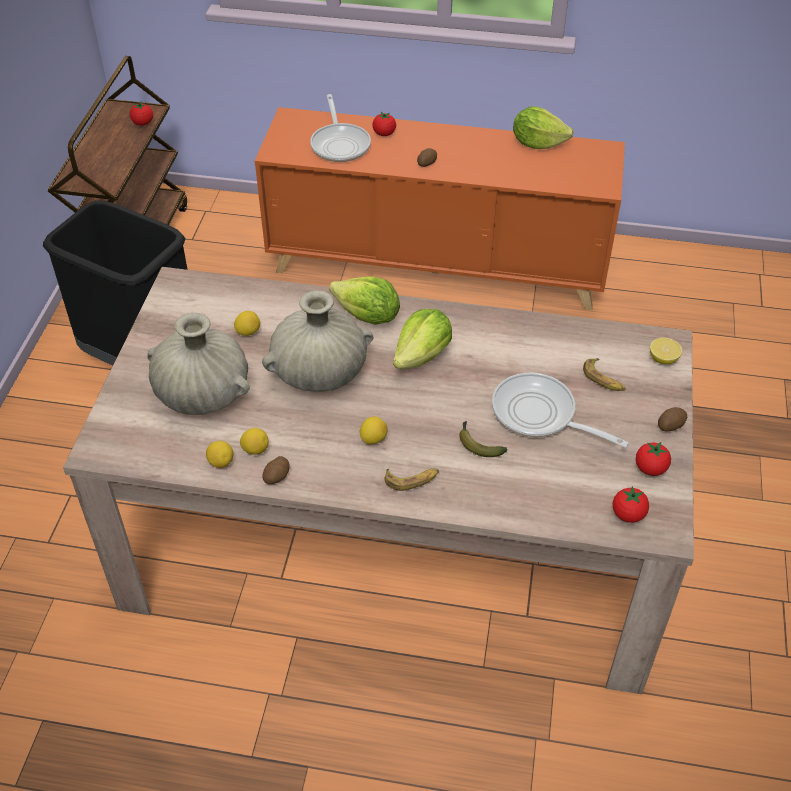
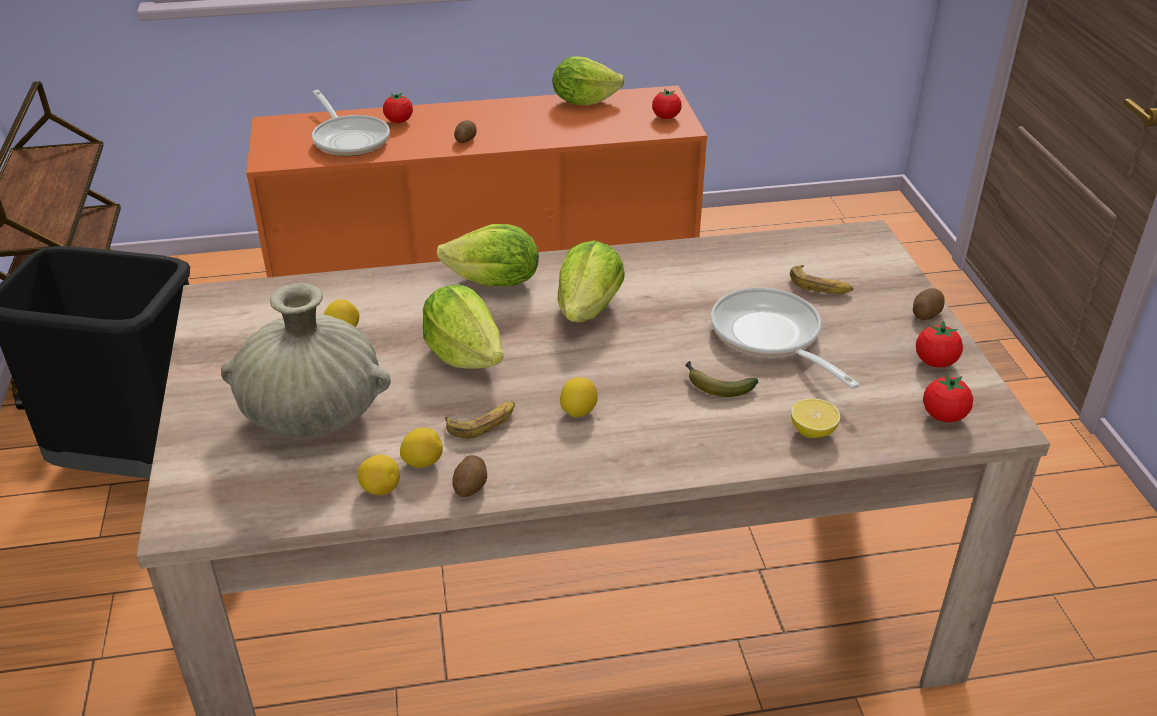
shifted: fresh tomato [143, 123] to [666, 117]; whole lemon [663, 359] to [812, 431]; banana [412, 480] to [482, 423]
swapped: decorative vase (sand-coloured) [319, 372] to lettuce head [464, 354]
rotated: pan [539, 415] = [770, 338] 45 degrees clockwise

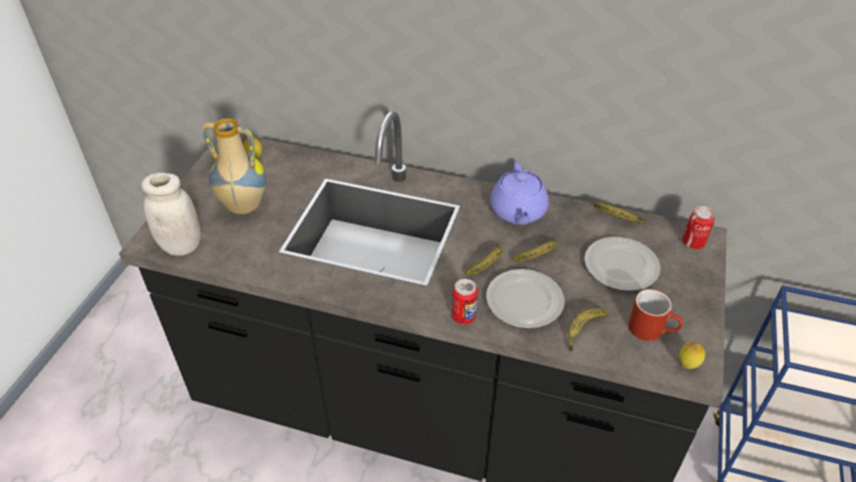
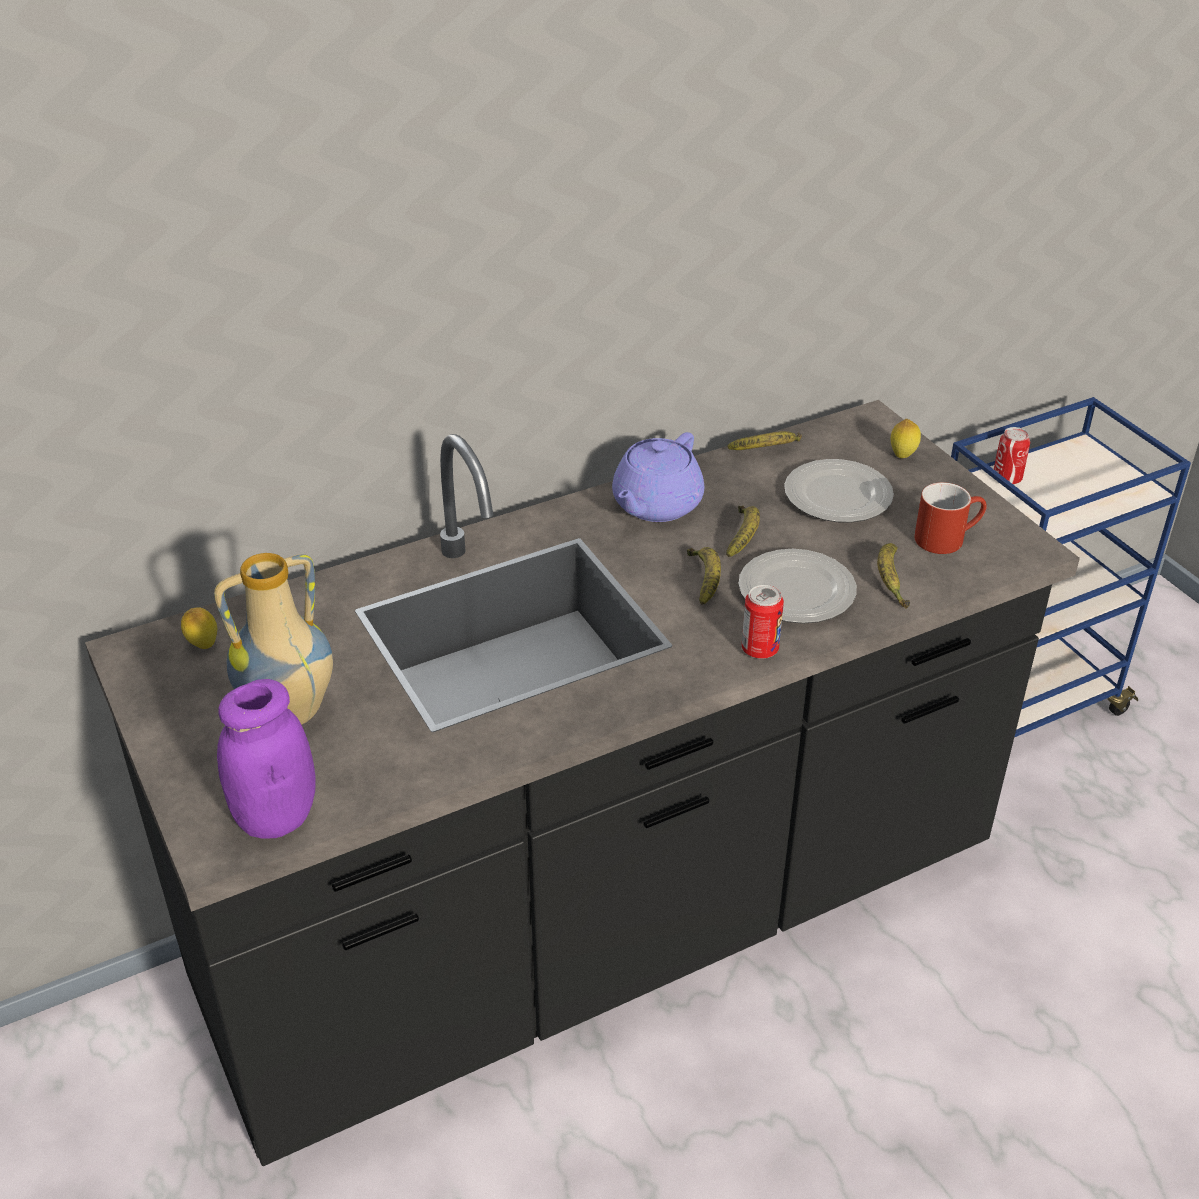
shifted: can [693, 242] to [1007, 478]; whole lemon [687, 365] to [902, 455]
repainted: jar (whitish) [181, 246] to jar (purple-coloured) [276, 818]
rotated: pot for tea (purple-coloured) [518, 212] = [656, 505] 75 degrees clockwise

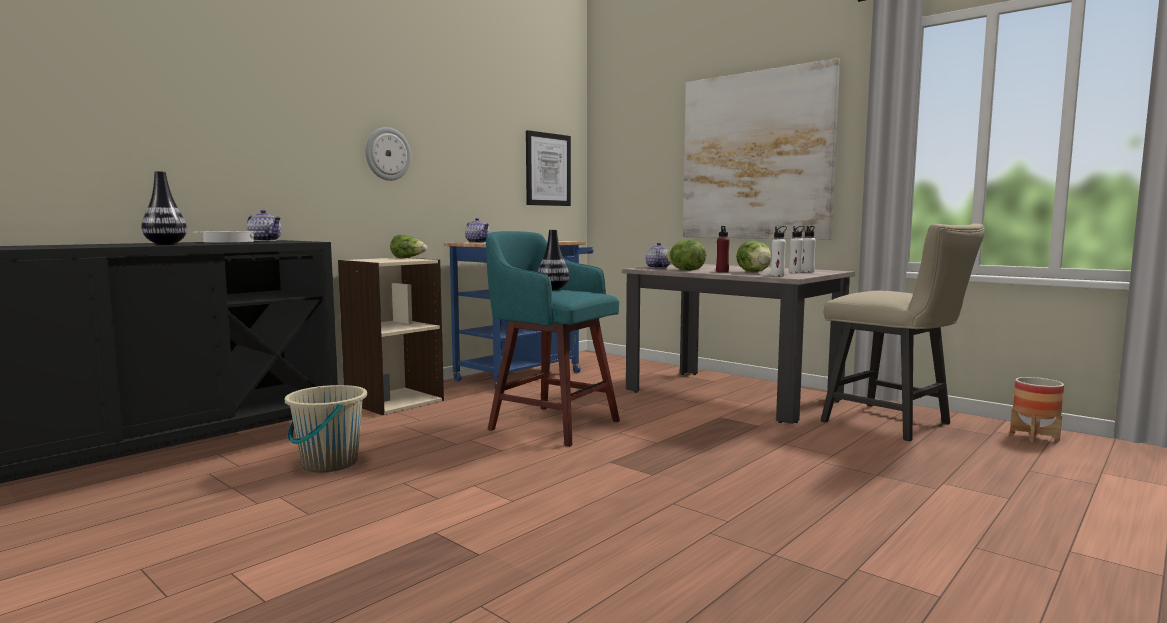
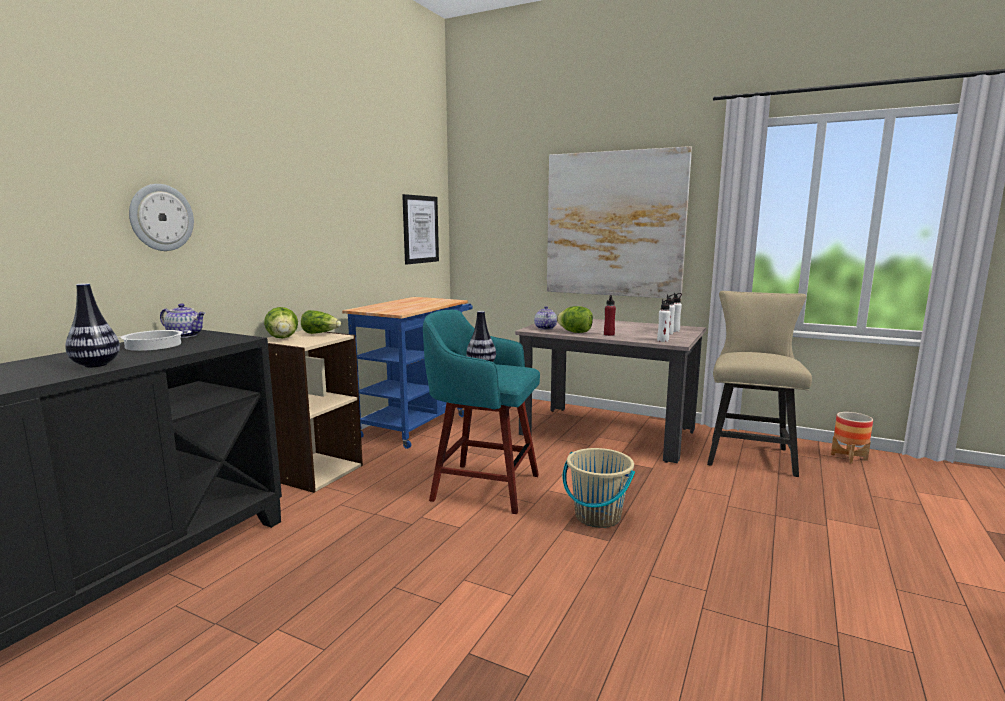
gone: pot for tea [478, 242]
shifted: wall clock [387, 154] to [161, 217]; lettuce head [754, 272] to [282, 338]; bucket (sand-coloured) [329, 463] to [597, 517]
rotated: upright chair (sand-coloured) [895, 424] = [749, 454] 105 degrees counterclockwise

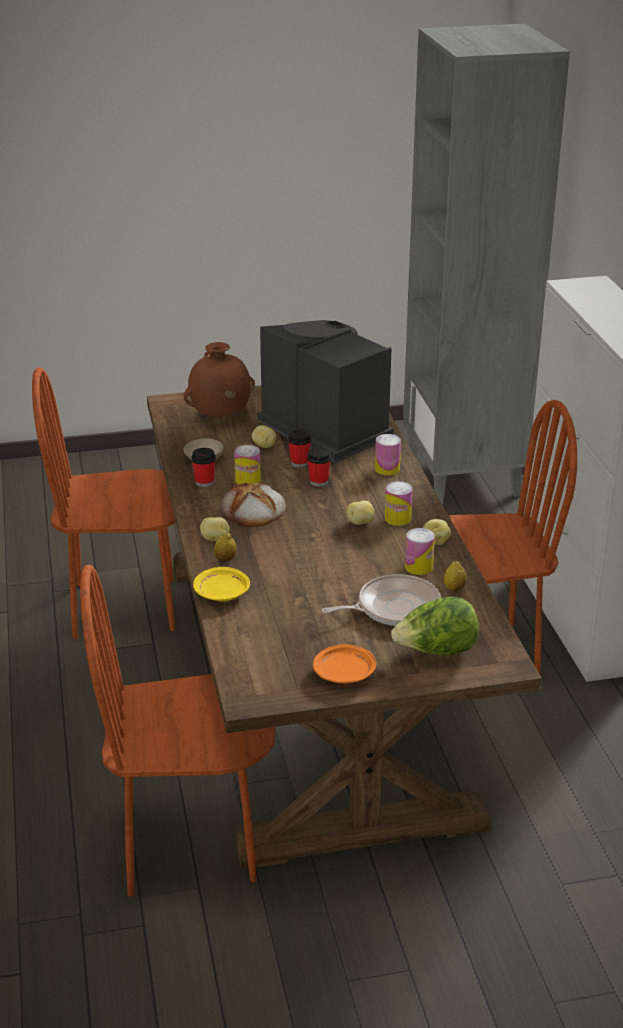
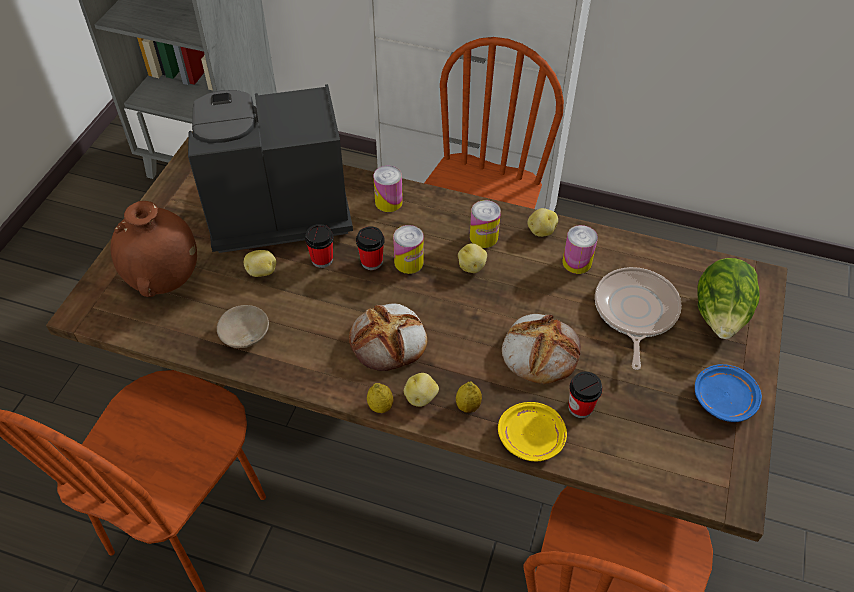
new: bakery bread [539, 351]
shifted: can [247, 480] to [408, 262]; small cup [204, 482] to [580, 407]; whole lemon [454, 589] to [380, 406]
repainted: flat dish (orangey) [345, 673] to flat dish (blue-coloured) [724, 398]

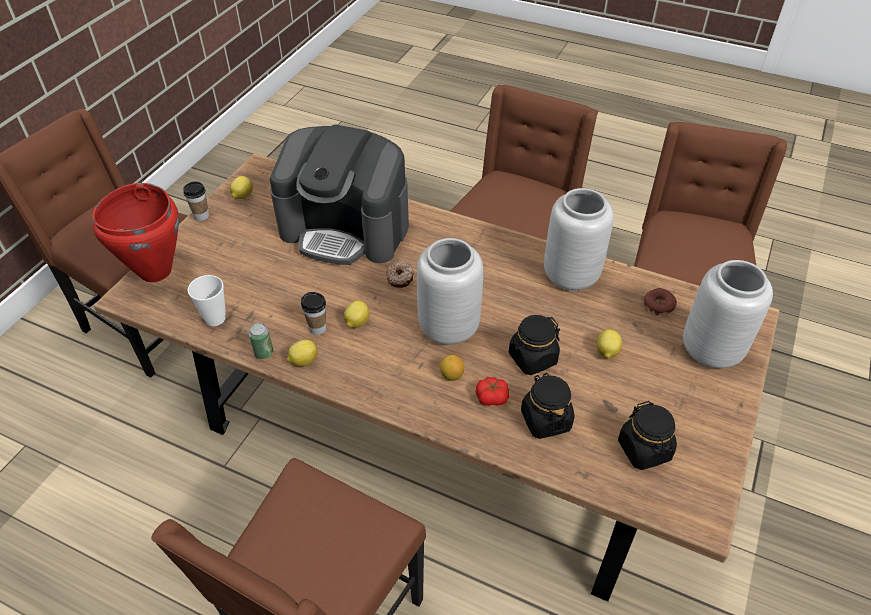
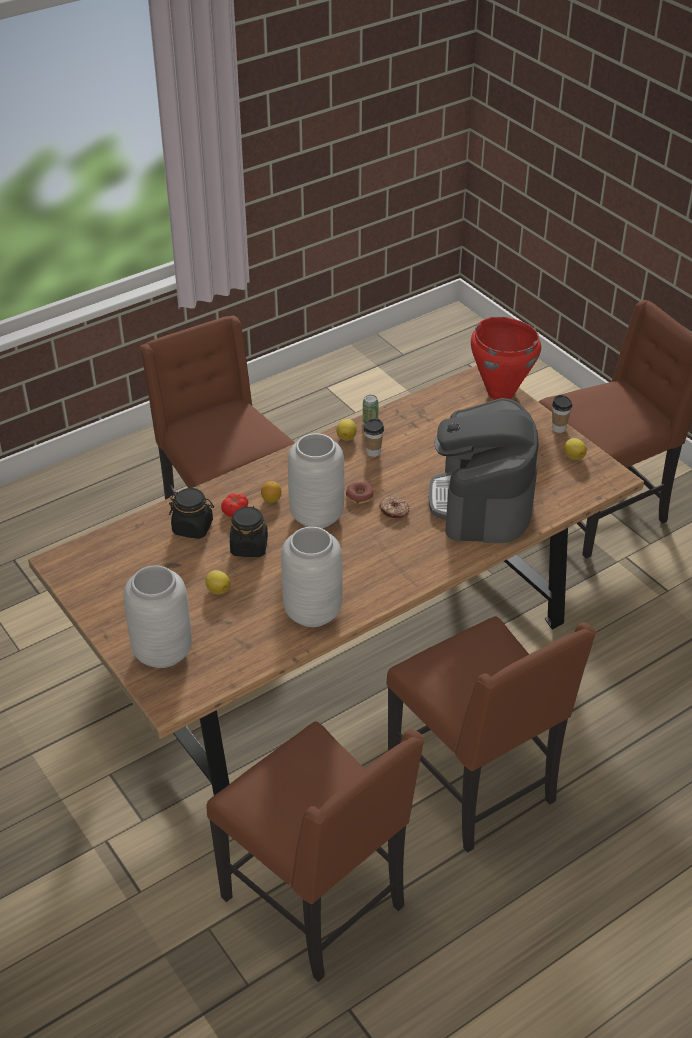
gone: small cup [215, 318]; whole lemon [357, 322]; jar (black-coloured) [644, 450]
shifted: ring doughnut [659, 305] to [359, 496]
rotated: coffee brewer [346, 228] = [482, 502] 45 degrees counterclockwise

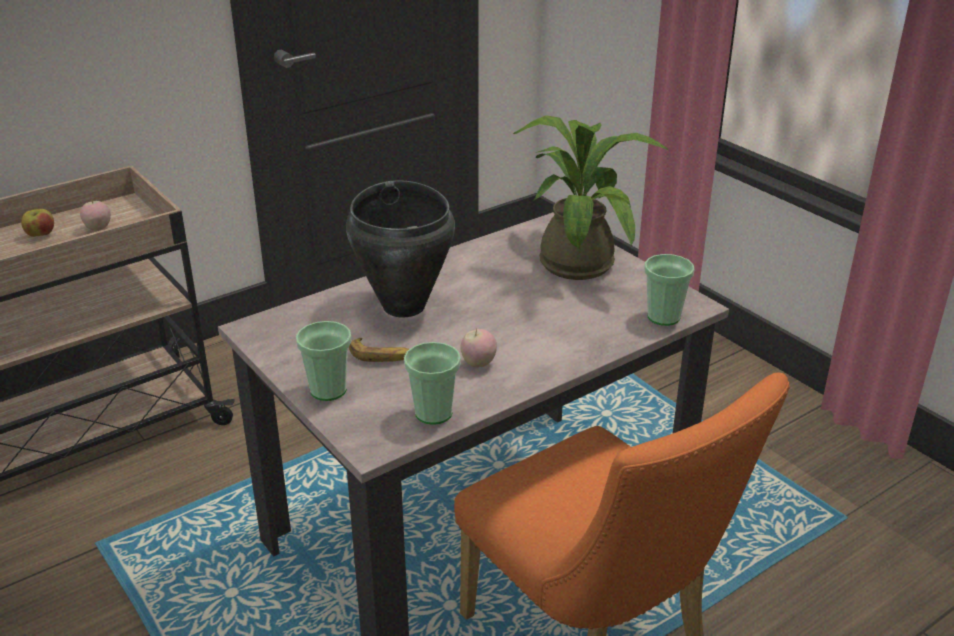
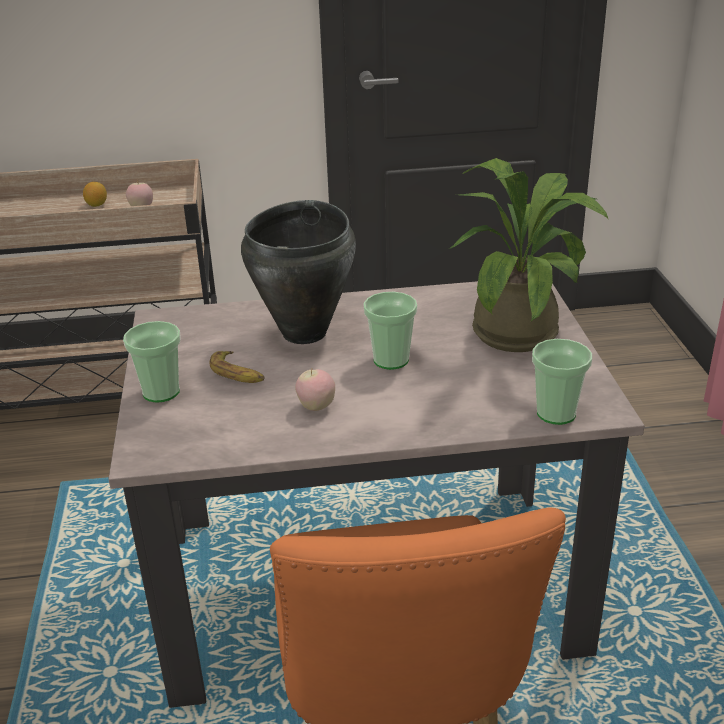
shifted: small cup [433, 413] to [391, 360]
swapped: apple fruit [41, 235] to whole lemon [97, 205]

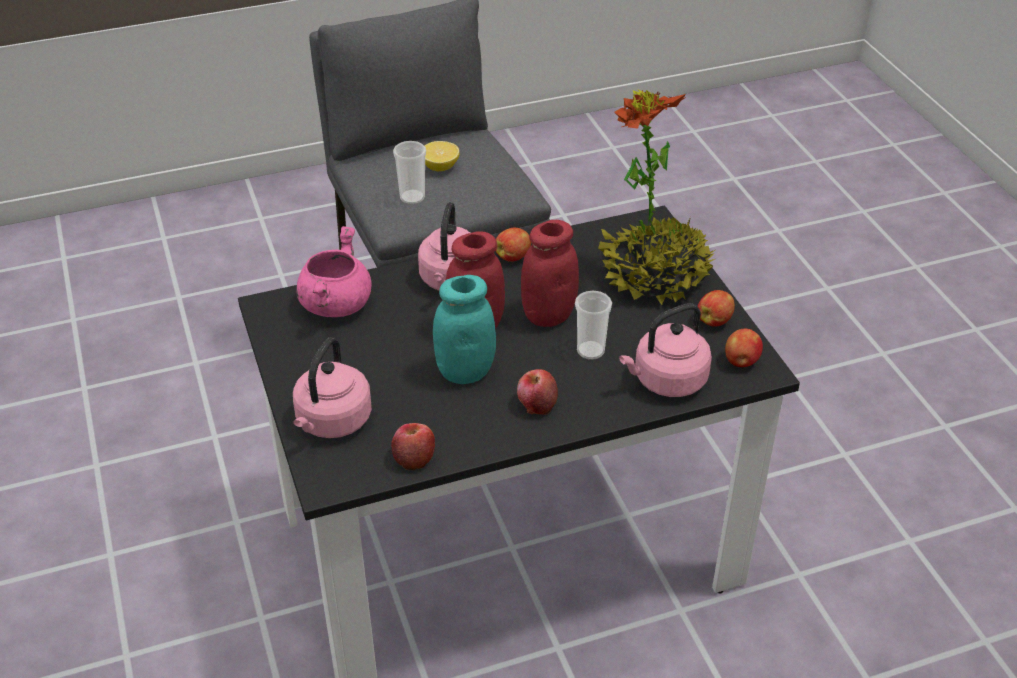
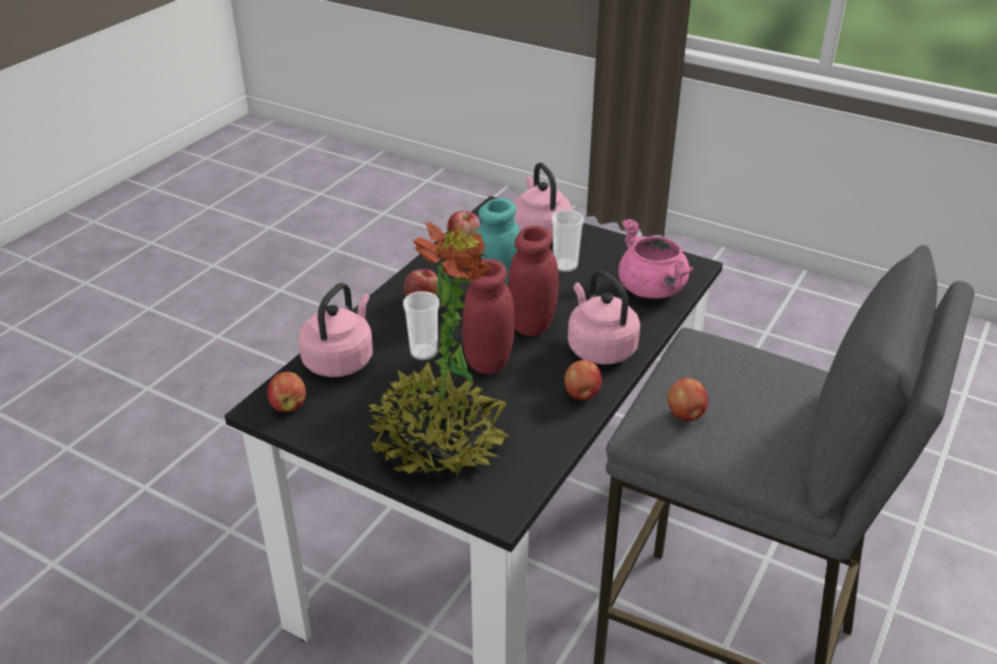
gone: whole lemon [440, 167]
shifted: small cup [412, 197] to [565, 266]; apple fruit [714, 321] to [685, 415]

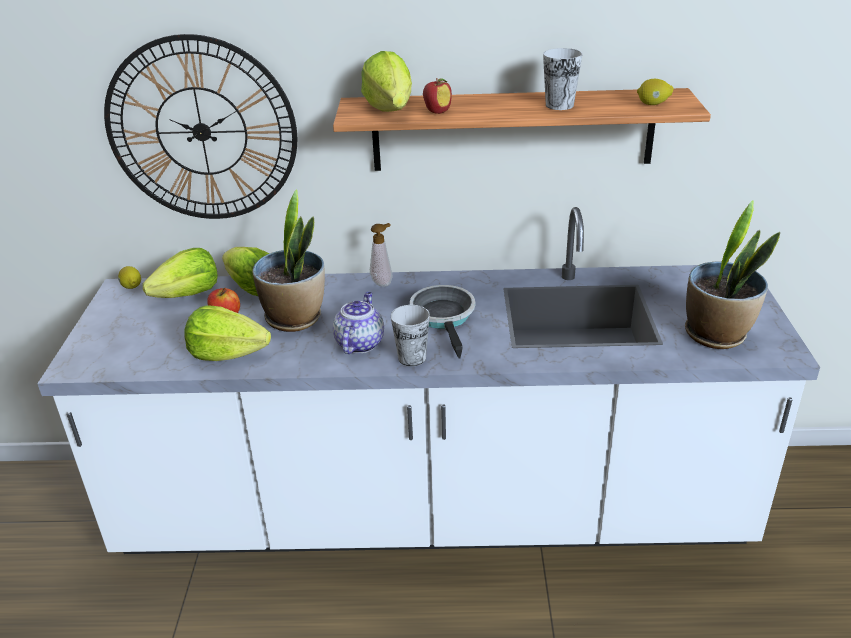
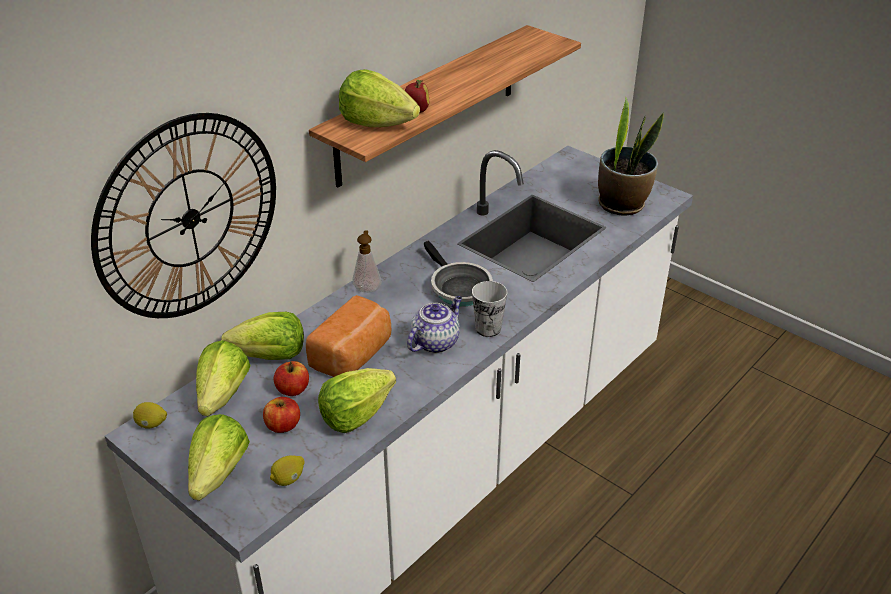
gone: small cup [559, 105]
new: apple fruit [283, 425]; lettuce head [219, 473]
shifted: whole lemon [653, 104] to [288, 479]
swapped: plant in a pot [295, 318] to bakery bread [354, 355]
rotated: pan [444, 318] = [458, 288] 150 degrees counterclockwise; pot for tea [359, 343] = [435, 342] 75 degrees clockwise

